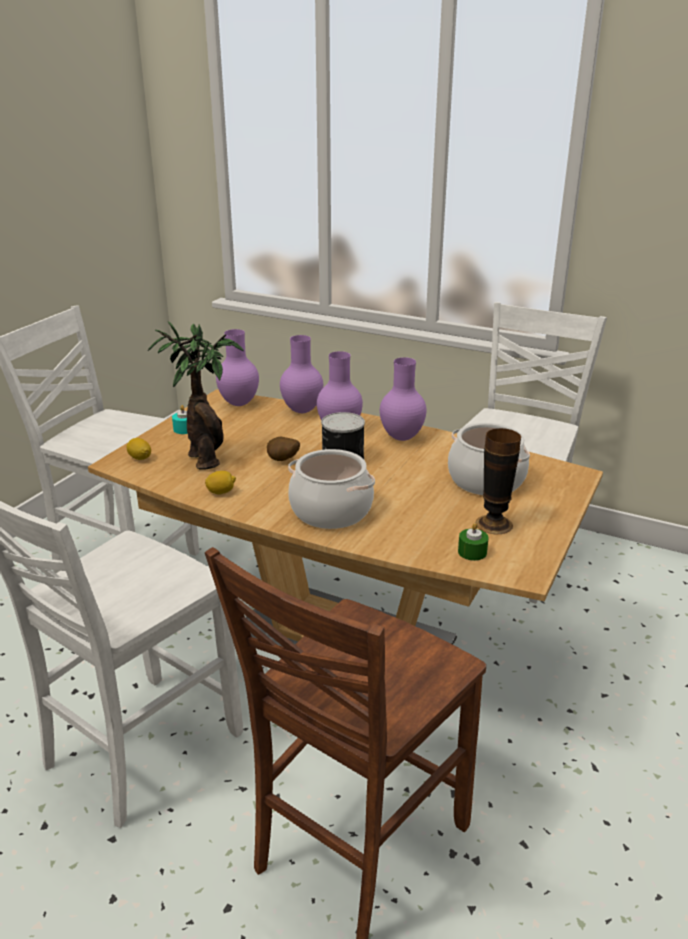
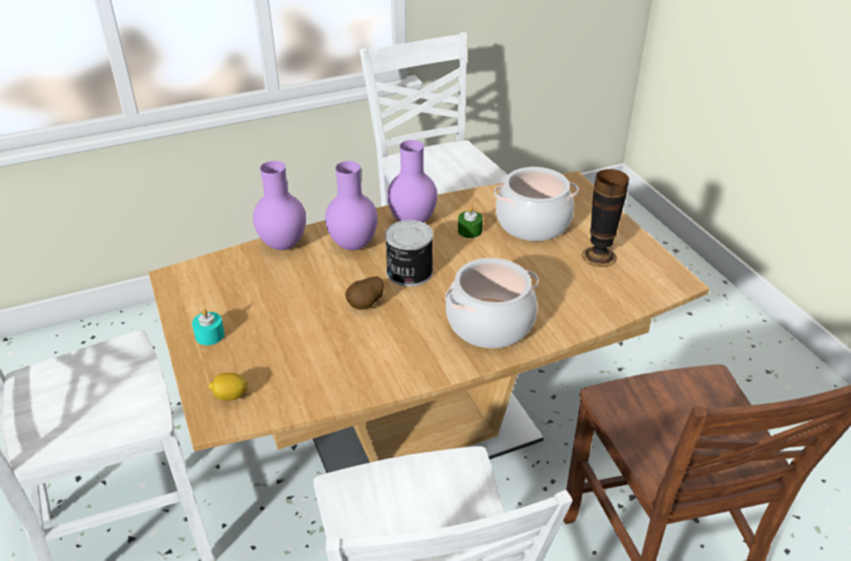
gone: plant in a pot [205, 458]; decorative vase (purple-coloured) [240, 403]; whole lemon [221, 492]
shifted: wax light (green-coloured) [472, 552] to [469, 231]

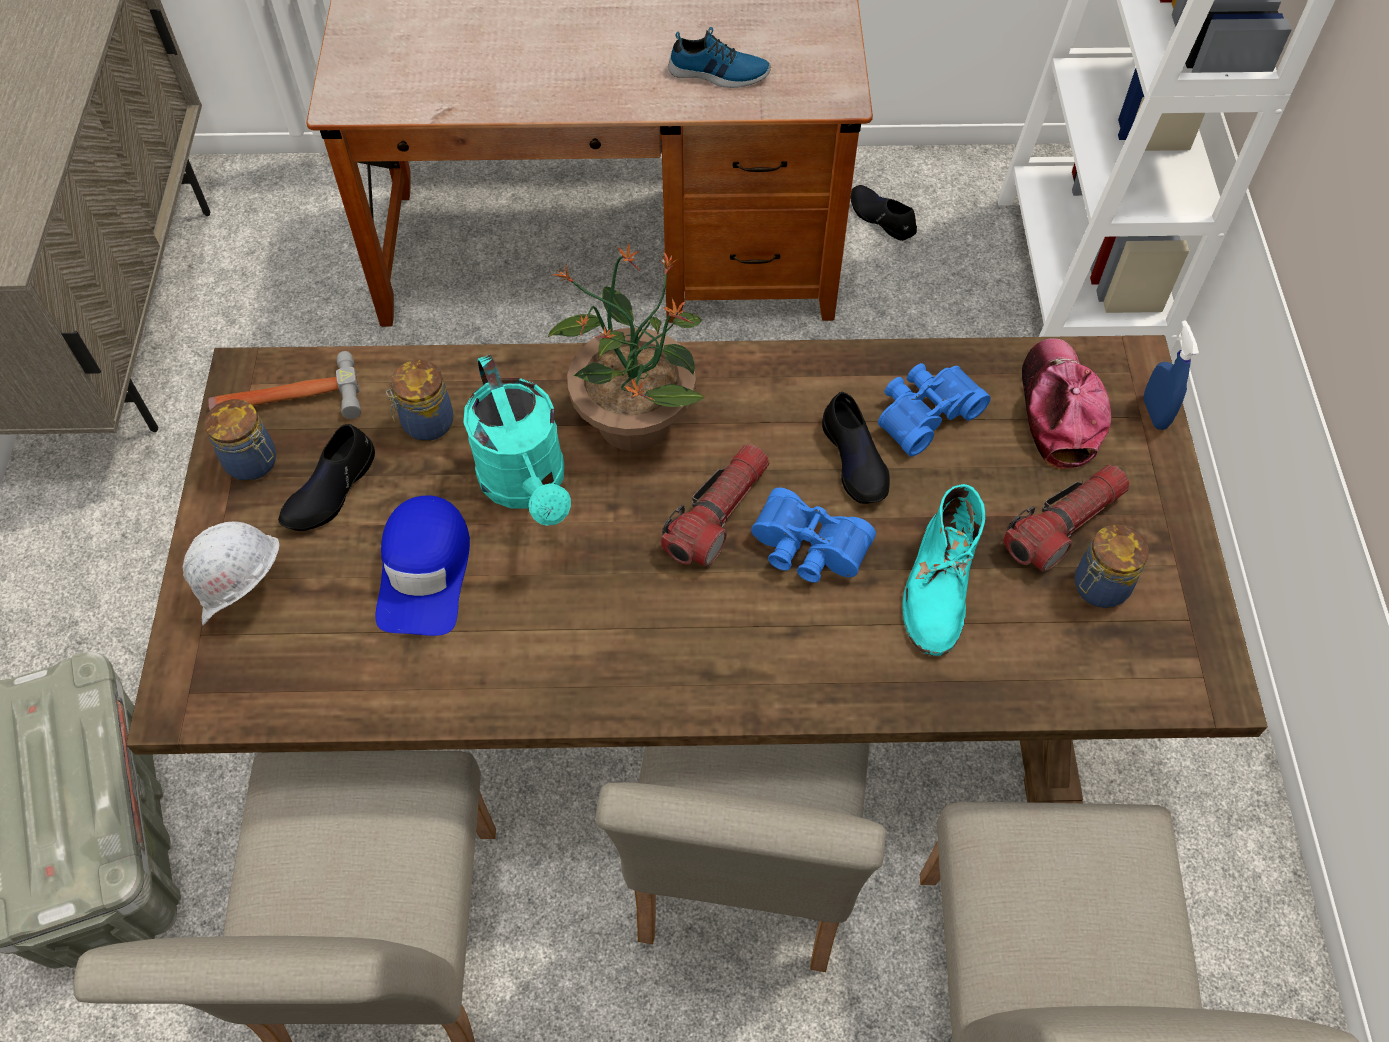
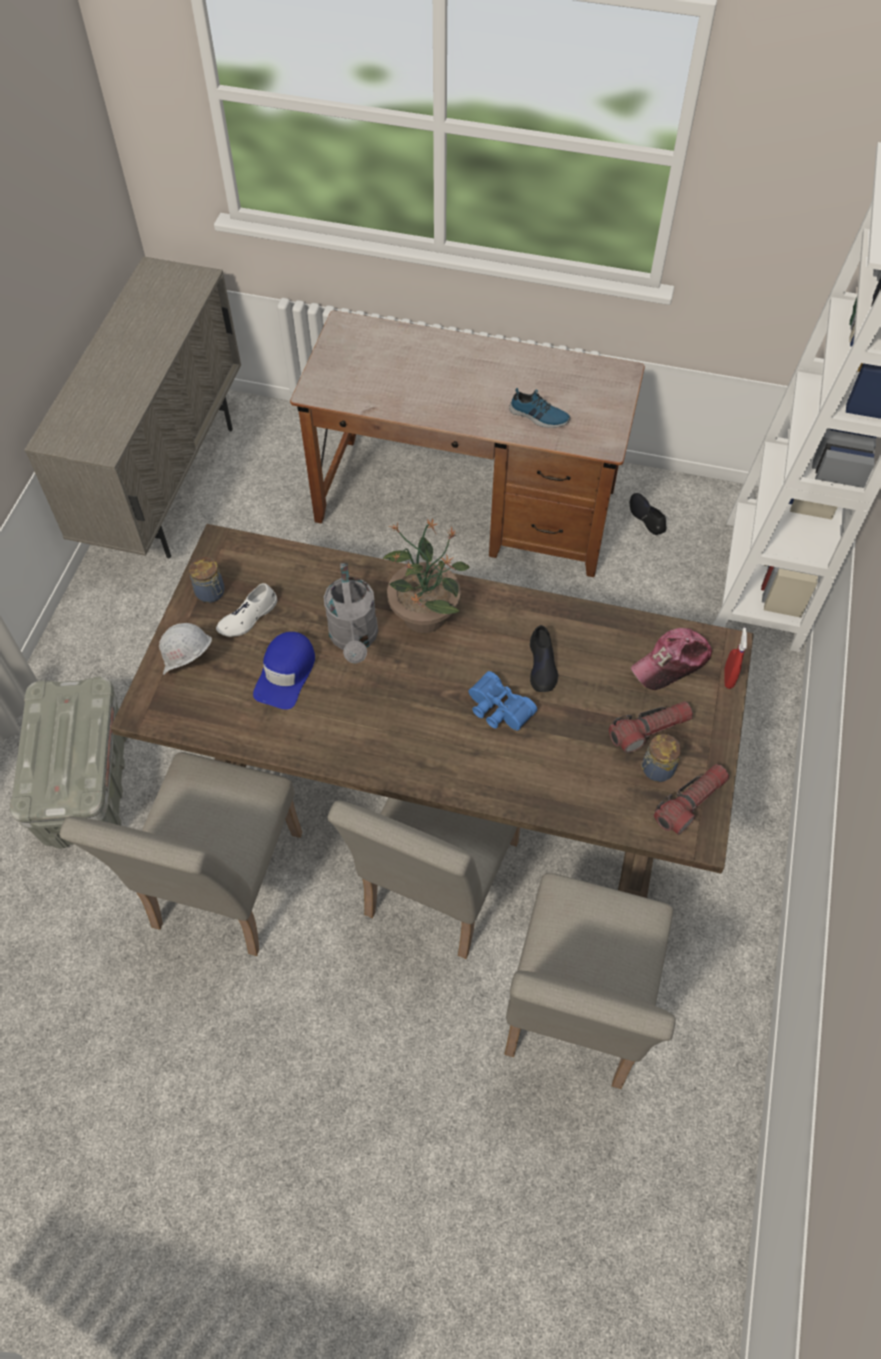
gone: hand hammer [287, 400]; jar [425, 424]; field glasses (blue-coloured) [924, 413]; high-top boot (turquoise) [939, 585]
shifted: hand torch [718, 515] to [690, 803]
repainted: spray bottle (blue-coloured) [1154, 413] to spray bottle (red-coloured) [728, 678]; sprinkling can (turquoise) [528, 486] to sprinkling can (gray) [354, 639]; item of footwear (black-coloured) [330, 490] to item of footwear (whitish) [248, 617]
rotated: peaked cap [1058, 409] = [671, 663] 135 degrees counterclockwise

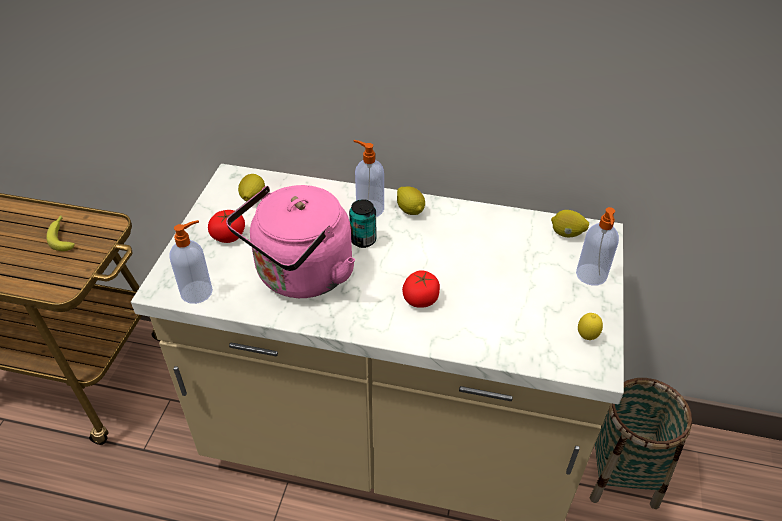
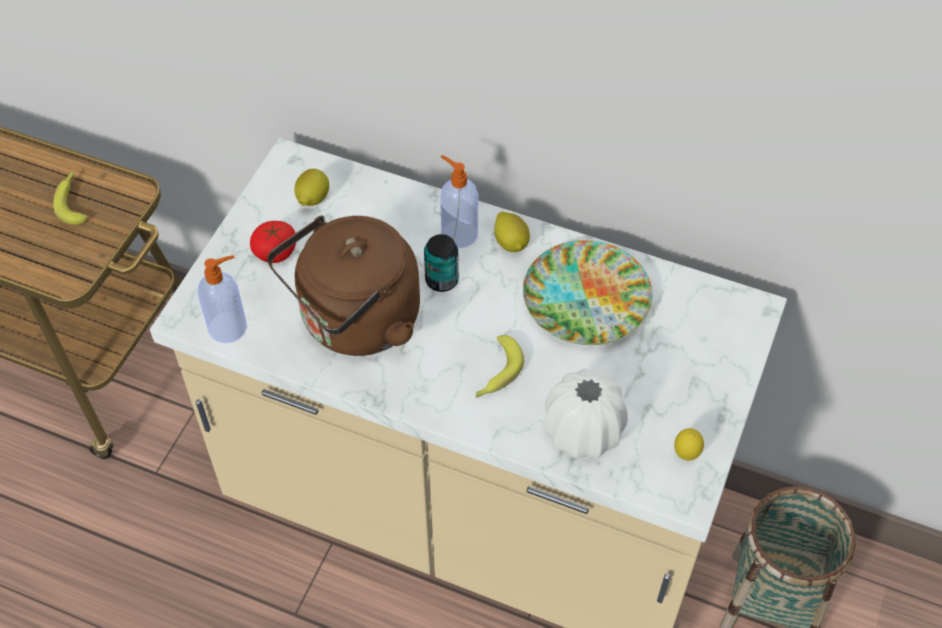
gone: liquid soap bottle [591, 276]; whole lemon [566, 234]
new: flat dish [585, 300]; decorative vase (whitish) [583, 431]
swapped: fresh tomato [421, 298] to banana [496, 373]
repainted: kettle (pink-coloured) [300, 276] to kettle (brownish) [355, 322]

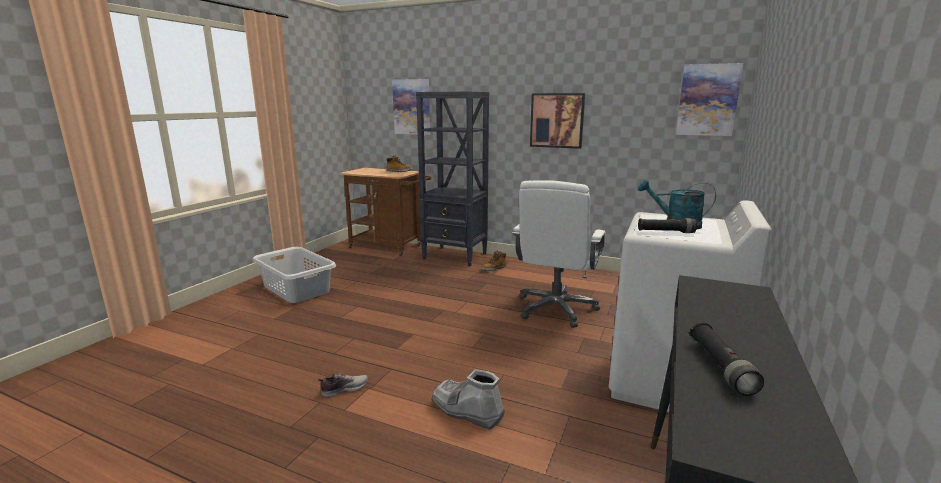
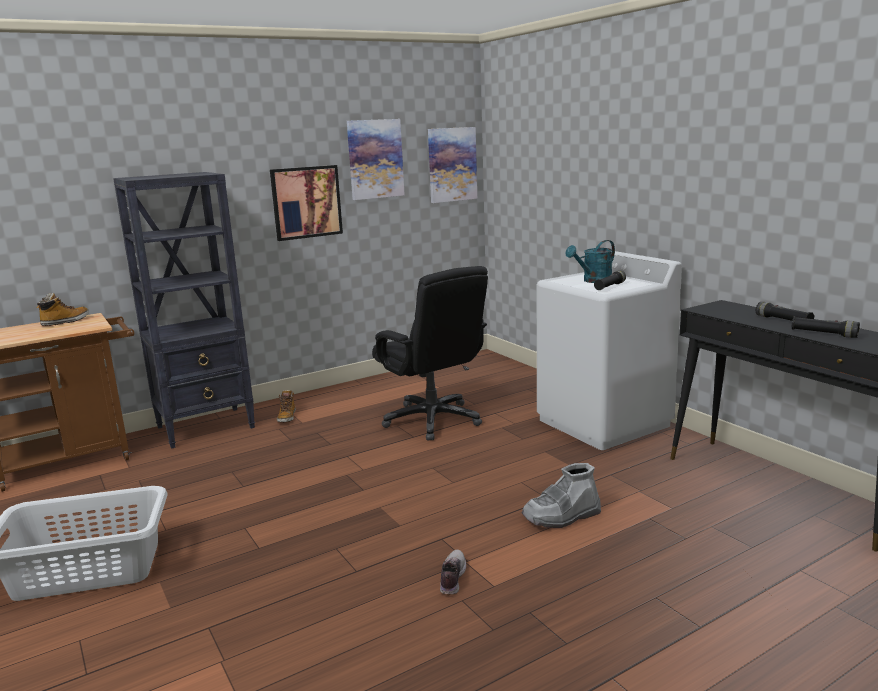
new: hand torch (black-coloured) [783, 320]
shifted: picture [412, 107] to [375, 159]
repainted: computer chair (whitish) [555, 309] to computer chair (black-coloured) [433, 420]

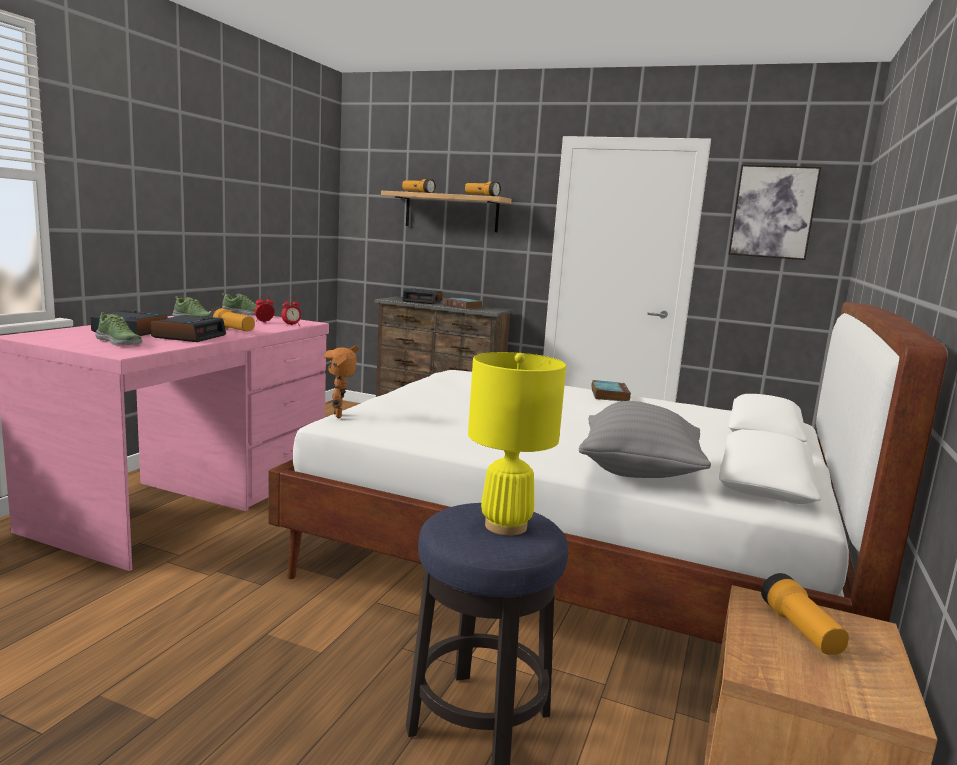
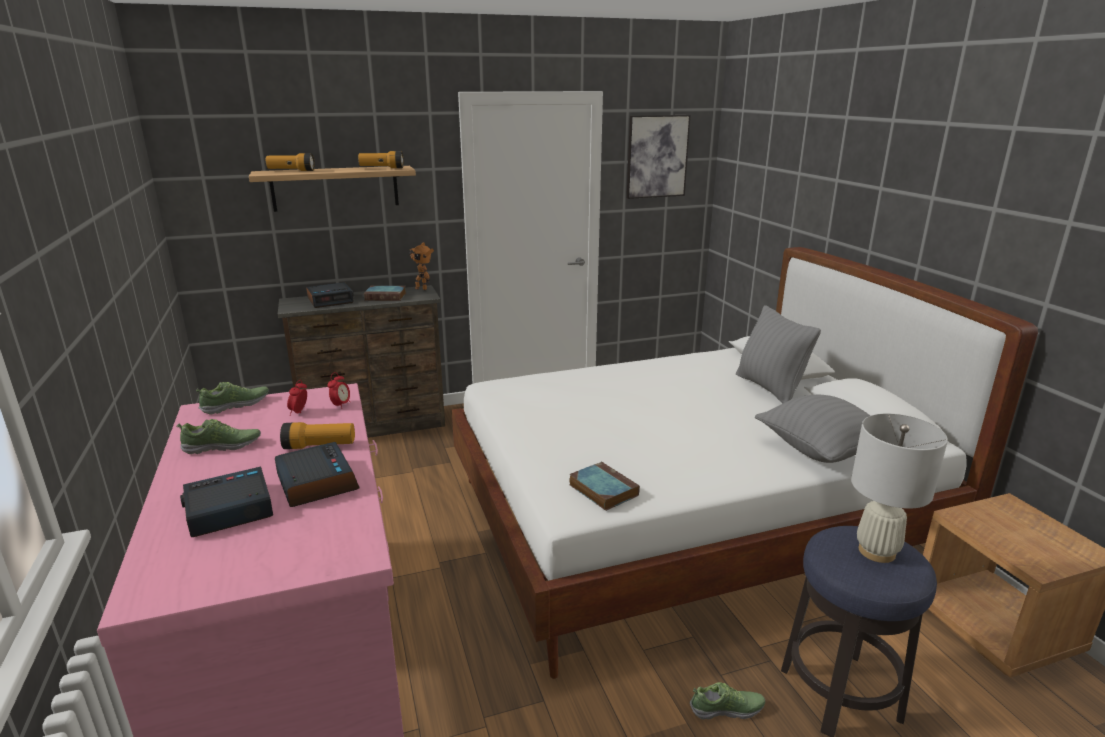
gone: hand torch [800, 630]
new: throw pillow (gray) [769, 388]
shifted: item of footwear [119, 342] to [726, 709]; robot figure [341, 415] to [422, 289]; bound book [609, 395] to [602, 489]
repainted: lamp for a table (yellowish) [506, 526] to lamp for a table (whitish) [877, 551]

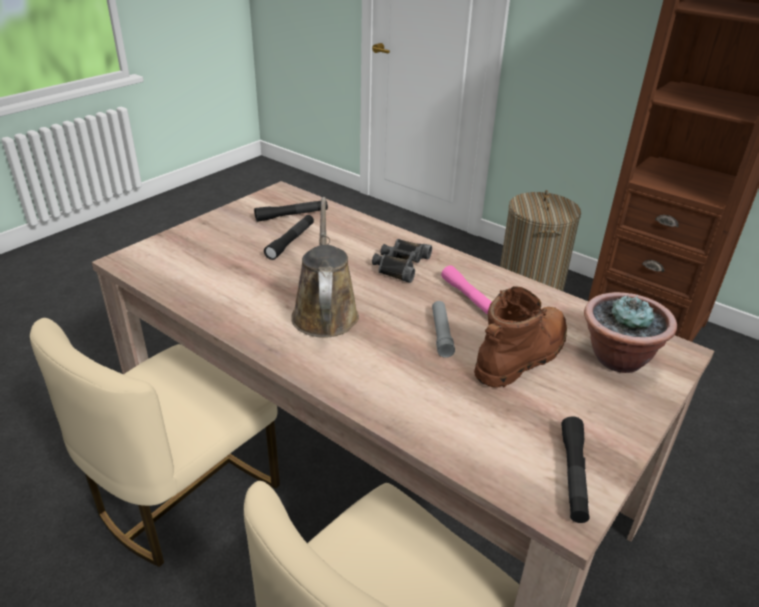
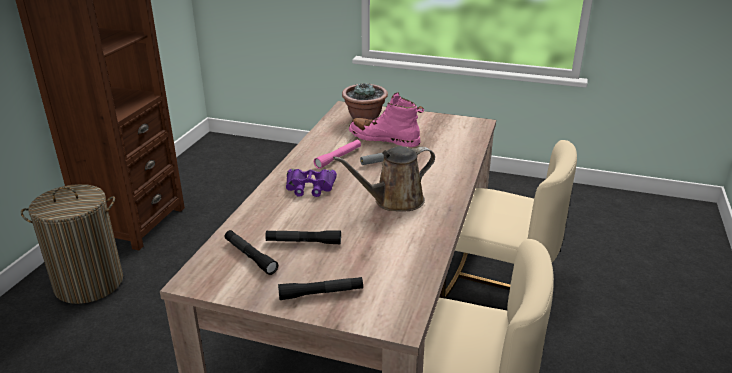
shifted: hand torch (black-coloured) [573, 474] to [321, 293]
repainted: field glasses (black-coloured) [400, 265] to field glasses (purple-coloured) [310, 187]; high-top boot (brownish) [521, 356] to high-top boot (pink-coloured) [384, 139]

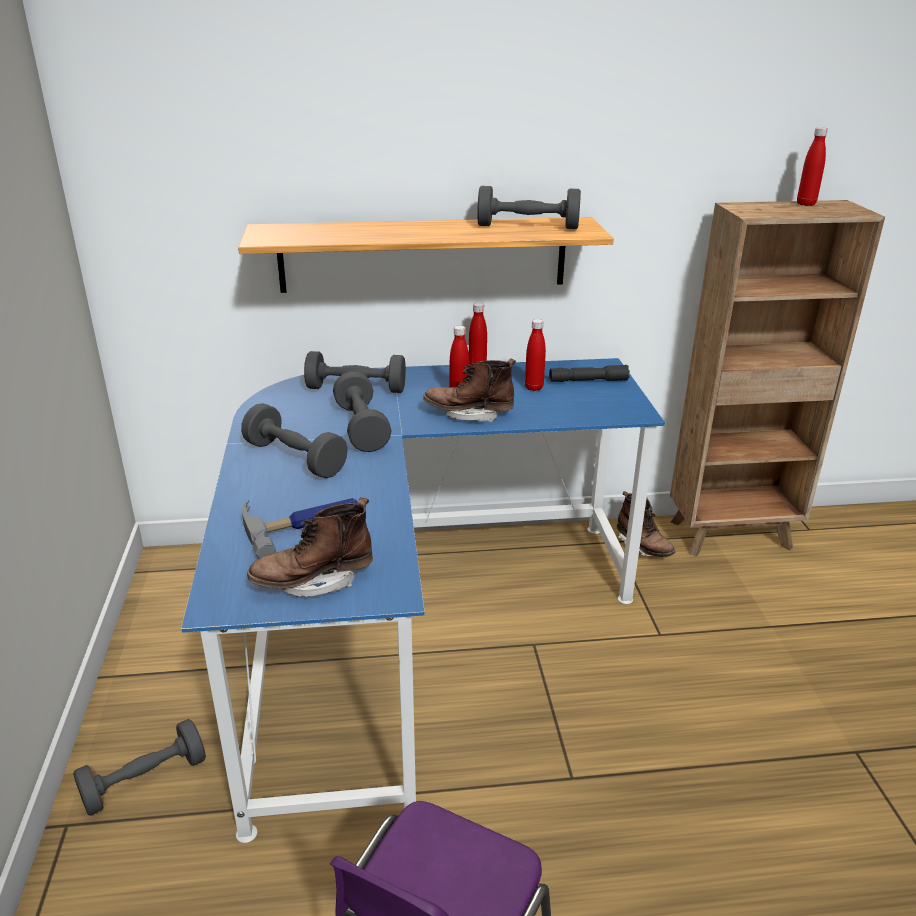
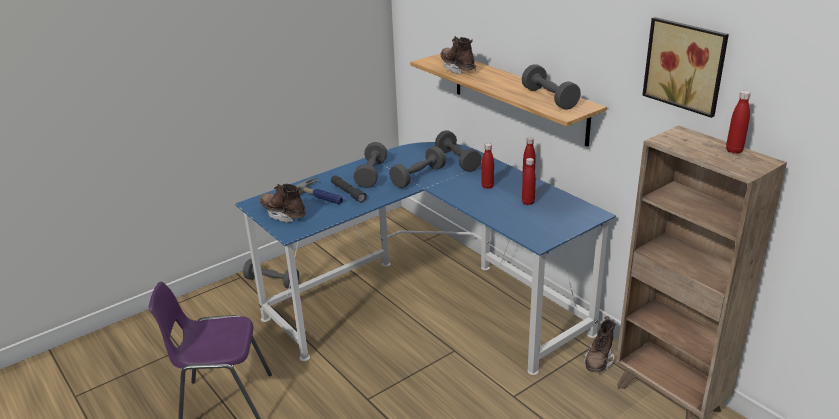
new: picture [686, 65]
shifted: high-top boot (brownish) [469, 414] to [457, 68]; hand torch (gray) [588, 381] to [348, 192]

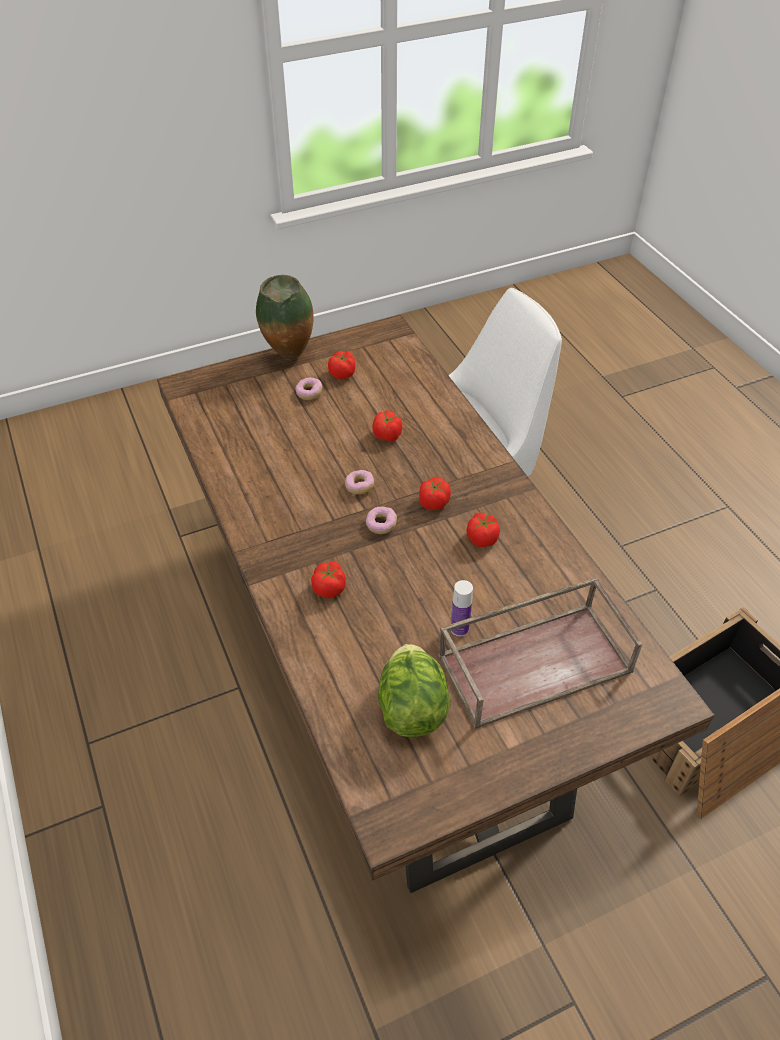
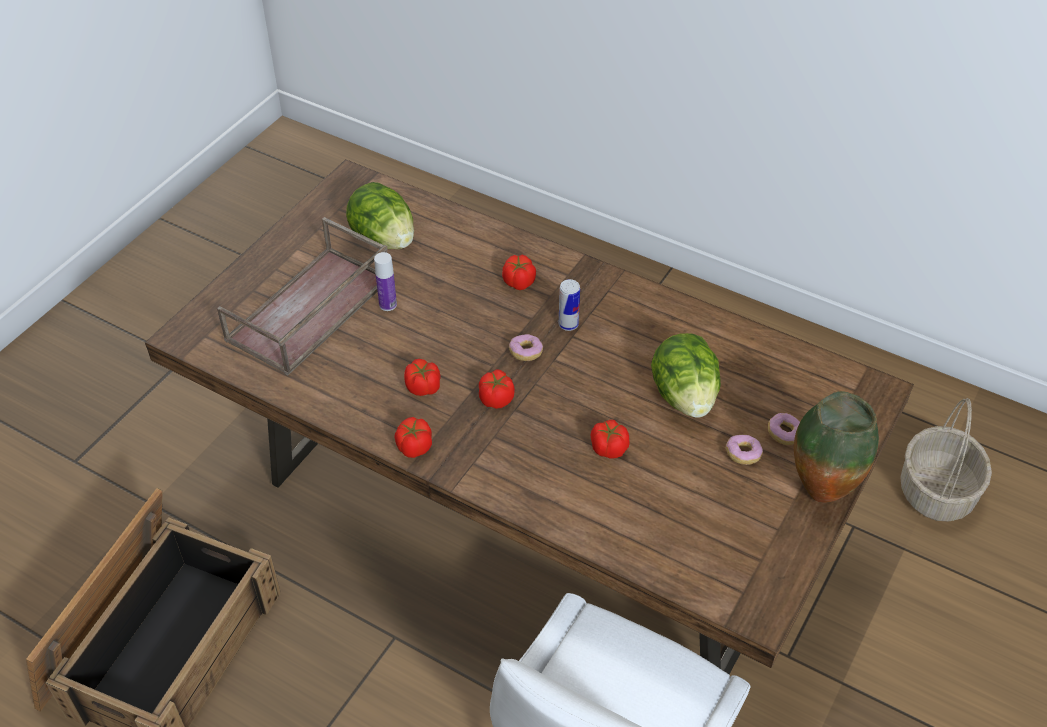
new: can [568, 324]; lettuce head [684, 396]; household basket [936, 491]
shifted: fresh tomato [342, 374] to [414, 447]; ring doughnut [359, 487] to [784, 434]

